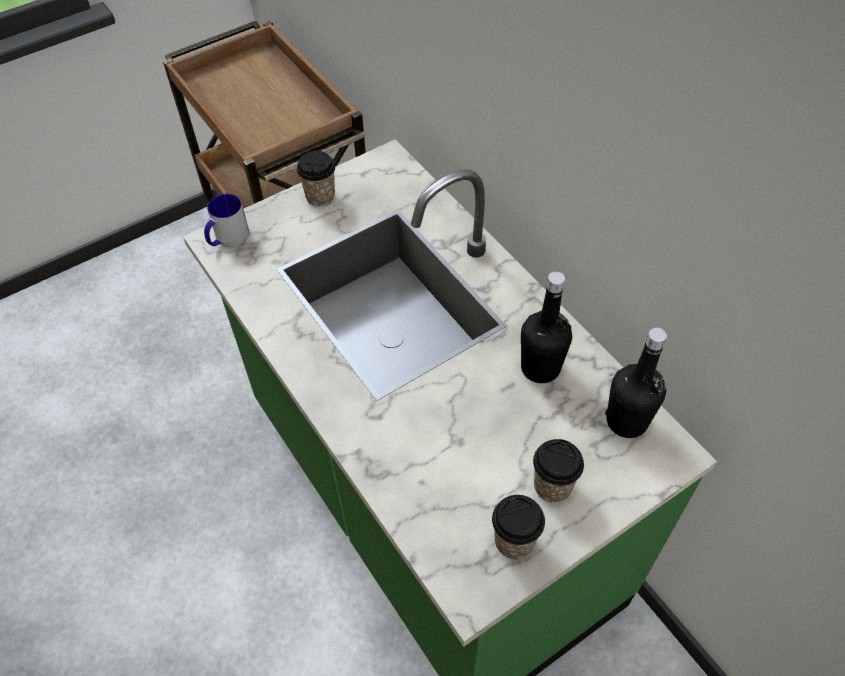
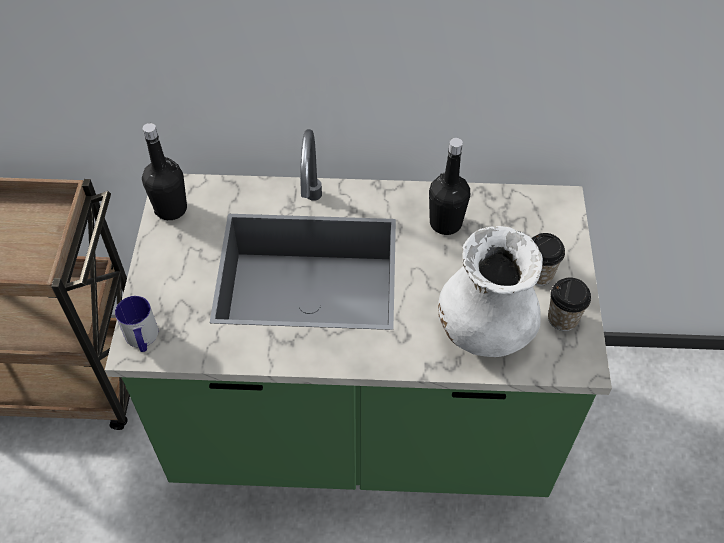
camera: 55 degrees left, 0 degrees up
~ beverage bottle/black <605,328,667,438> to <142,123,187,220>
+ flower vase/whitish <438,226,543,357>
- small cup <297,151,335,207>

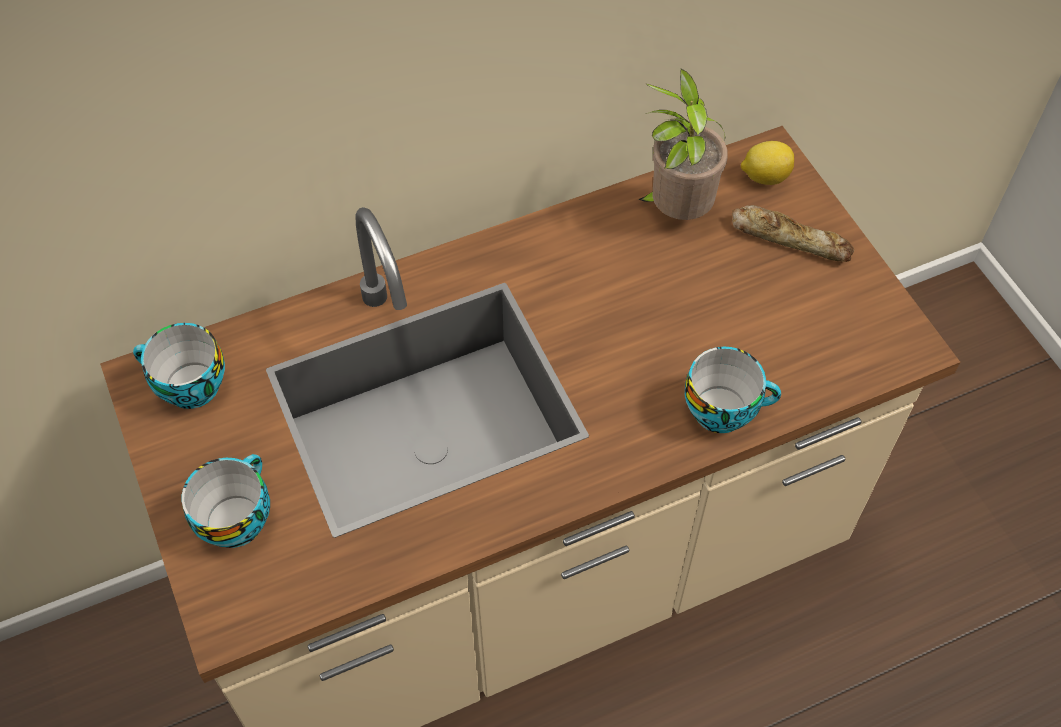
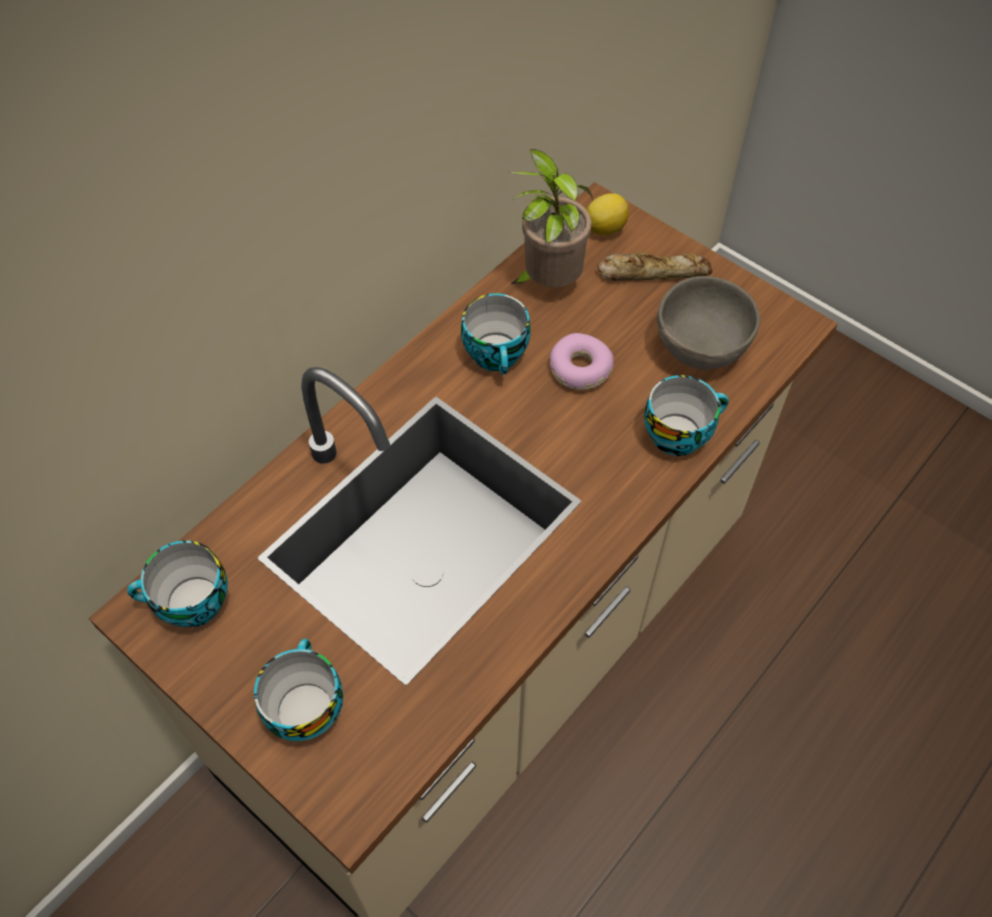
camera: 25 degrees left, 0 degrees up
+ small cup <461,293,531,375>
+ donut <550,333,614,390>
+ deep dish/greyish <657,276,760,370>

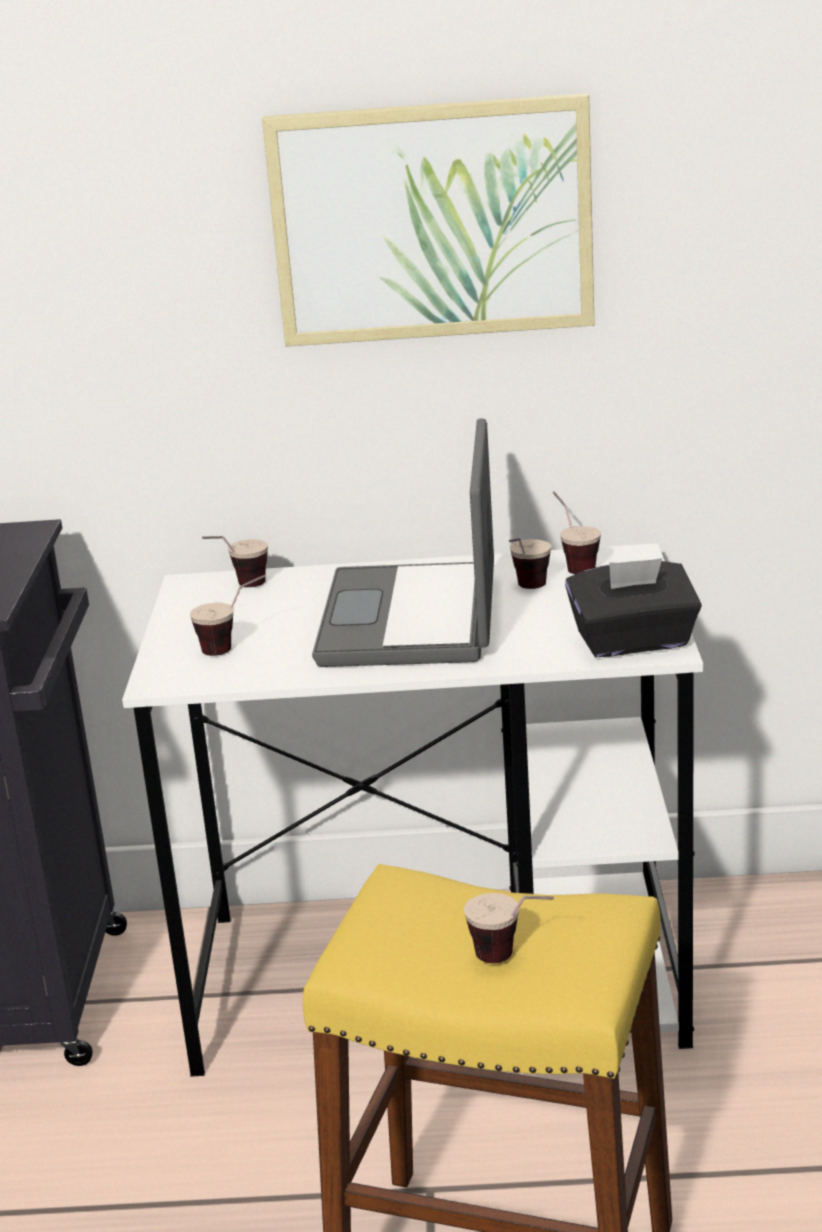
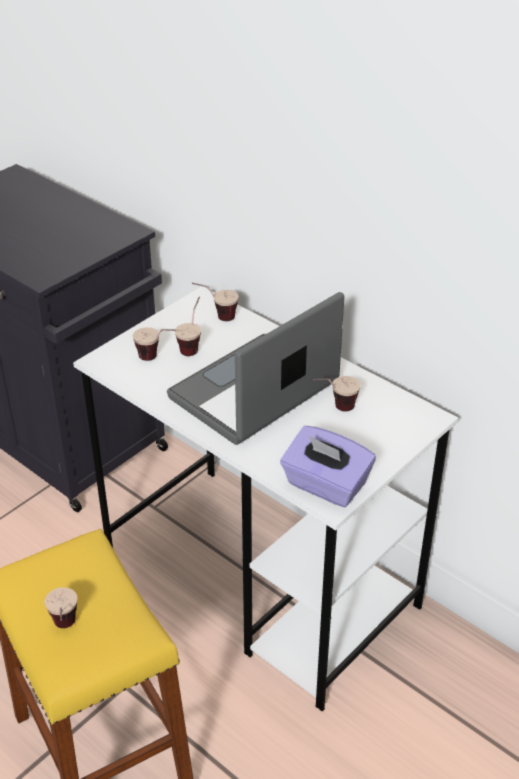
camera: 40 degrees right, 15 degrees up
~ small cup <553,491,601,574> to <175,297,201,356>
~ tissue holder/black <565,558,702,657> to tissue holder/purple <280,426,376,507>
- picture <262,93,595,347>

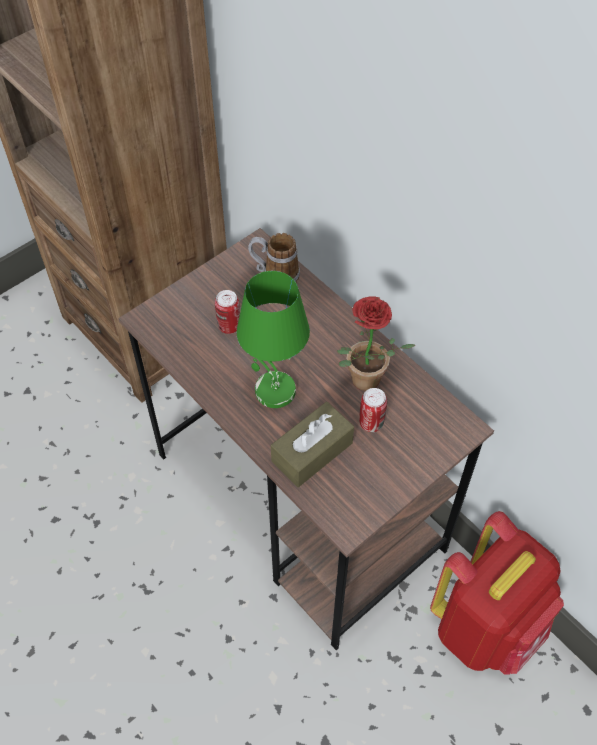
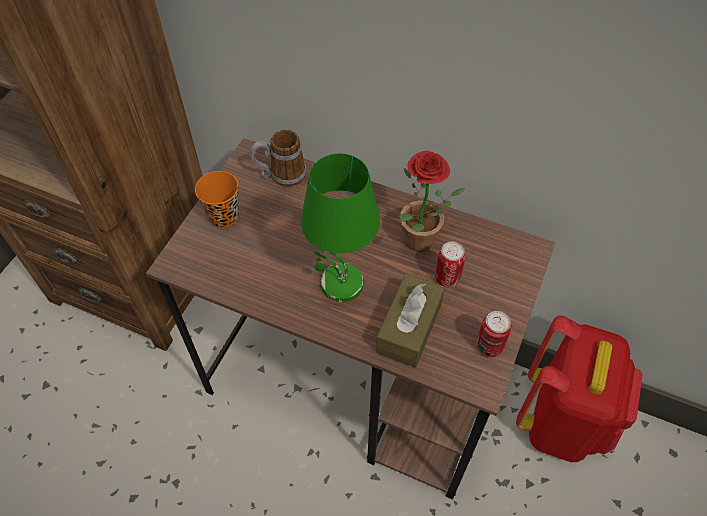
camera: 25 degrees left, 0 degrees up
+ small cup/orangey <195,171,239,228>
~ can <215,290,240,334> to <477,311,512,357>

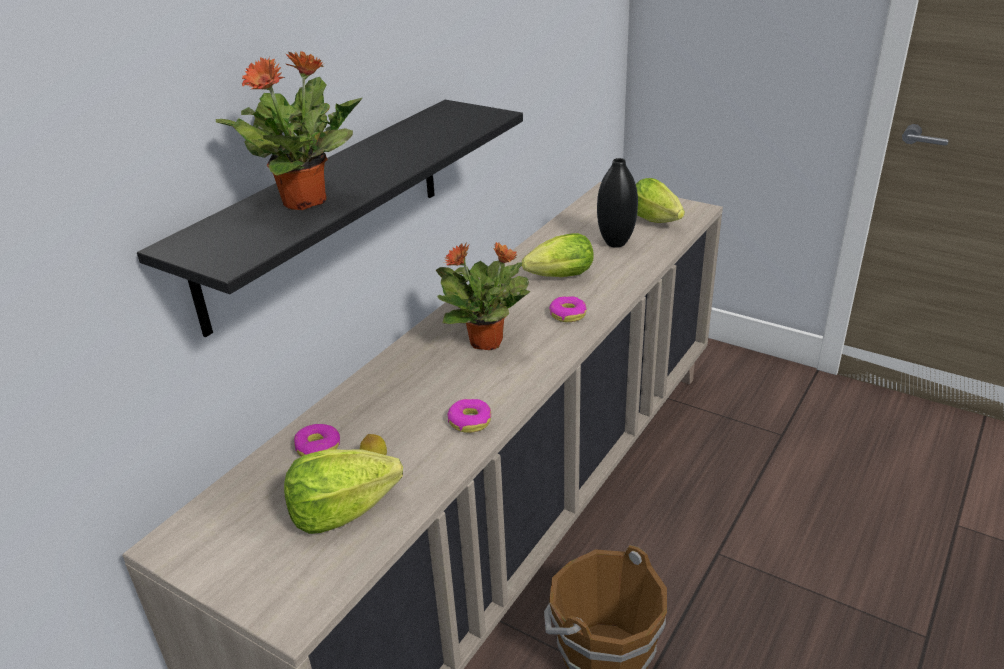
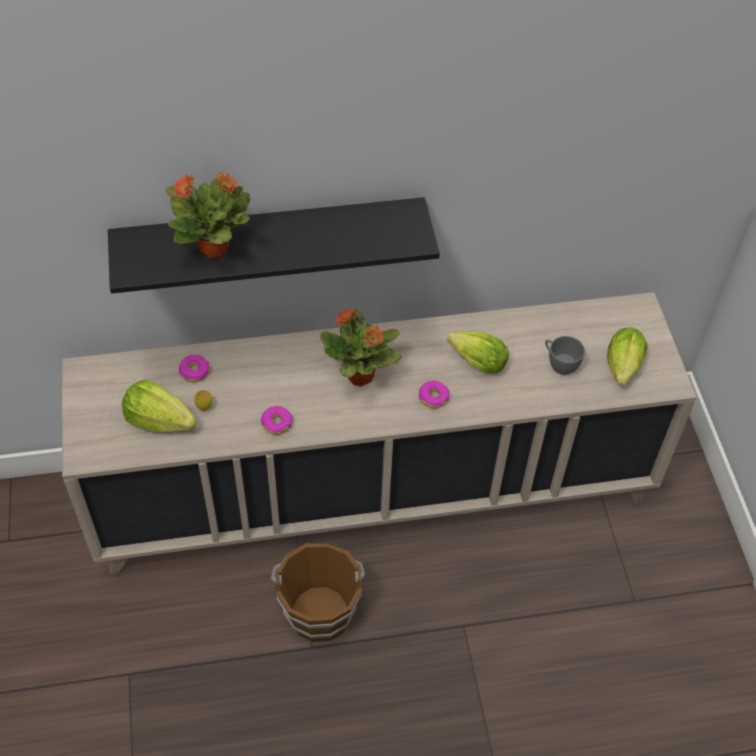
camera: 45 degrees right, 20 degrees up
~ flower vase/black <597,158,638,248> to small cup/greyish <545,336,585,375>

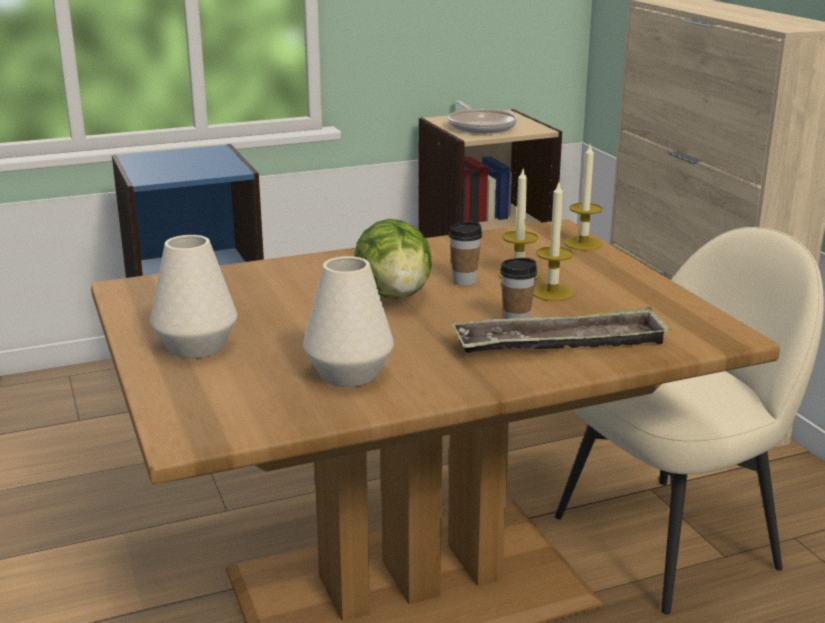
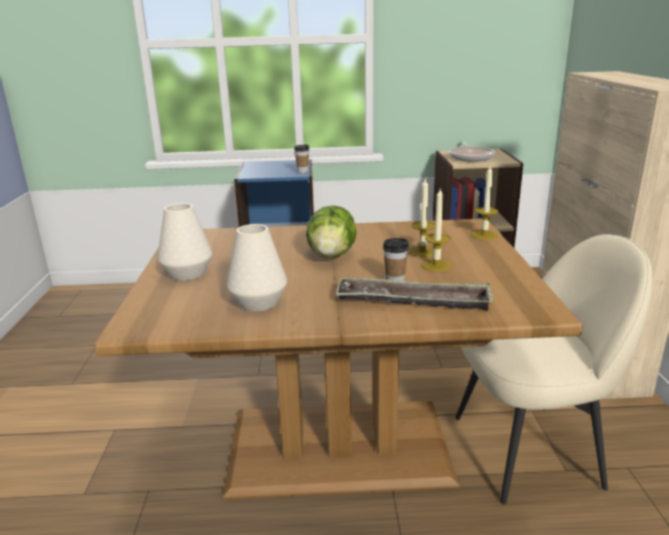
camera: 20 degrees right, 0 degrees up
~ small cup <449,222,482,286> to <294,144,309,173>

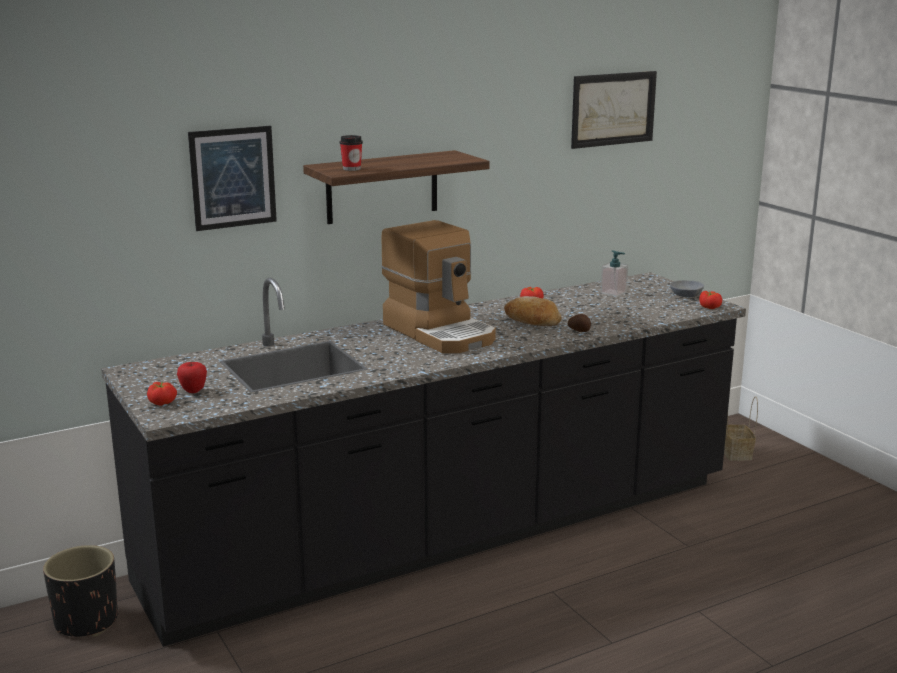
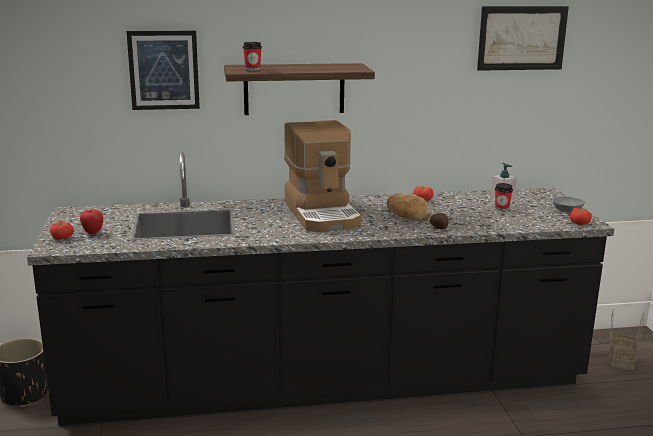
camera: 20 degrees right, 0 degrees up
+ small cup <495,183,513,211>

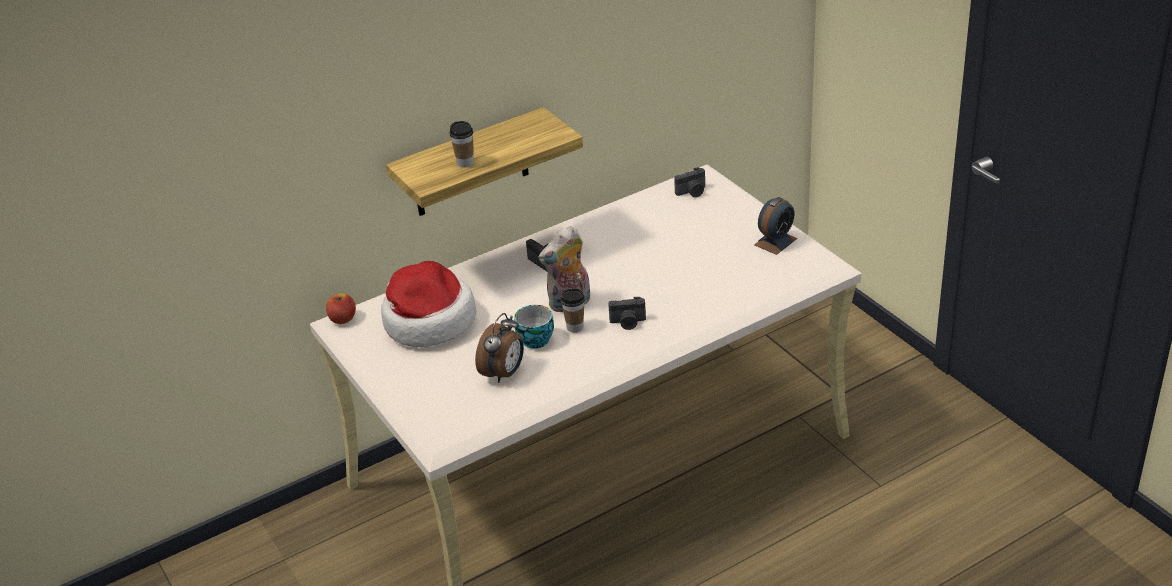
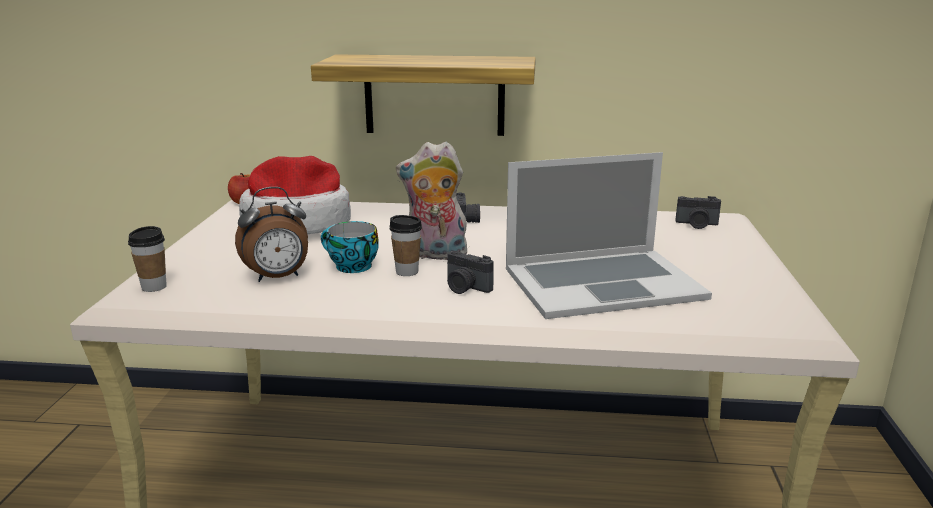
camera: 35 degrees right, 15 degrees down
~ small cup <450,121,474,168> to <128,226,167,292>
+ laptop <506,152,712,319>
- table clock <754,197,797,255>

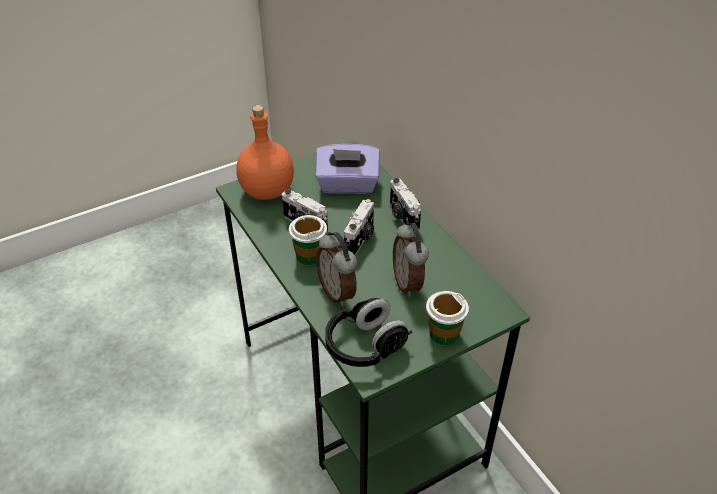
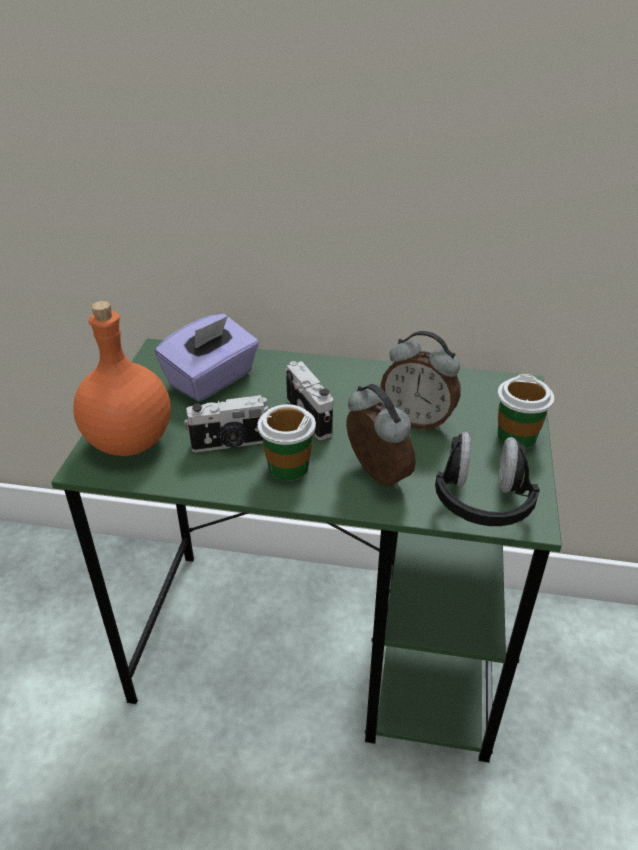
camera: 50 degrees left, 5 degrees down
~ table clock <316,232,357,306> = <346,384,416,489> 135 degrees counterclockwise
- photo camera <390,178,421,230>

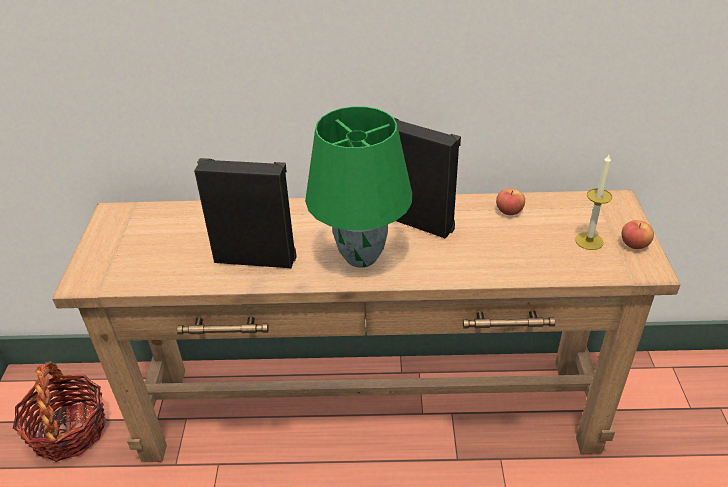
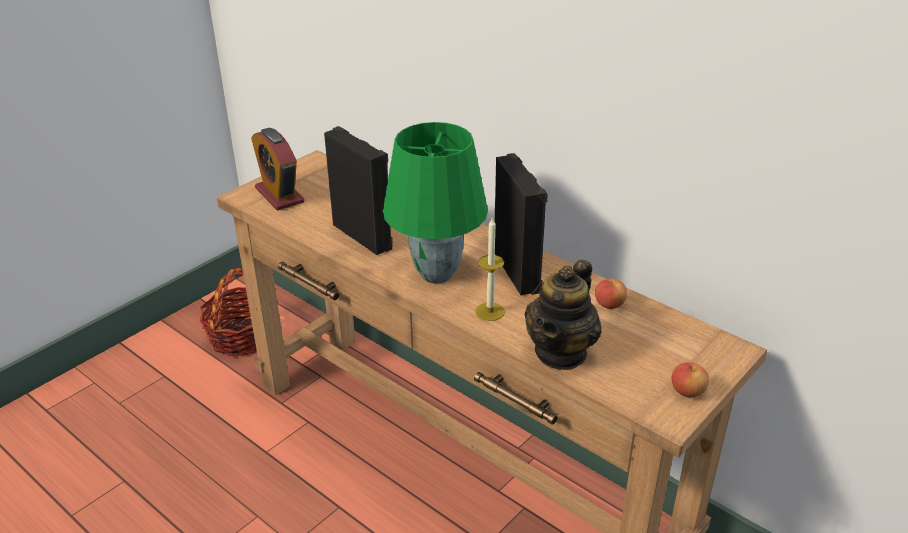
camera: 40 degrees right, 5 degrees down
+ table clock <251,128,304,211>
~ wax light <575,155,612,250> to <475,218,505,321>
+ teapot <524,259,602,370>

